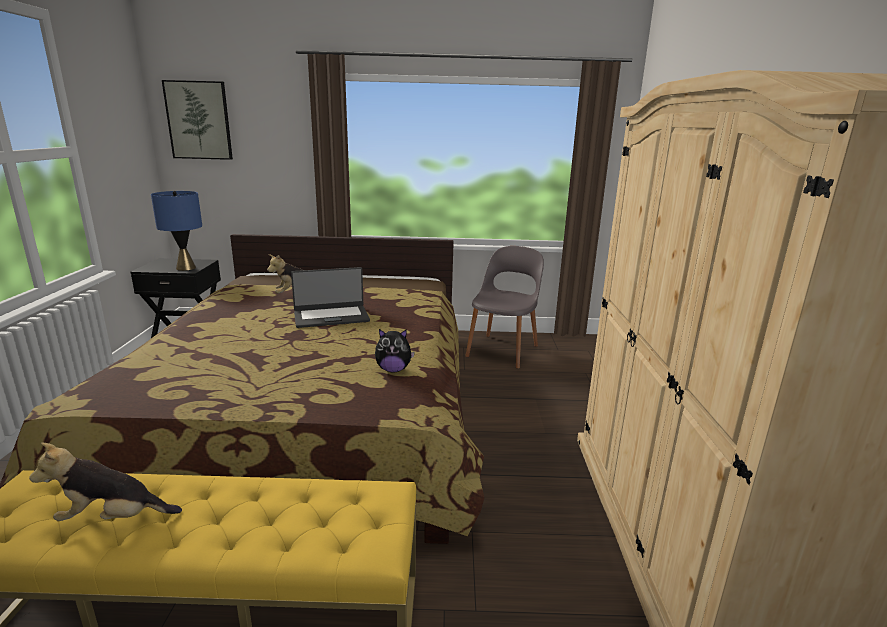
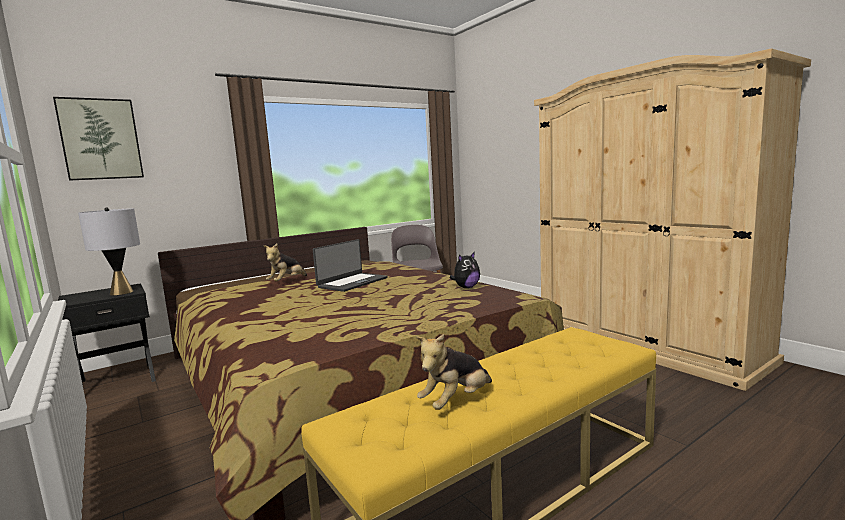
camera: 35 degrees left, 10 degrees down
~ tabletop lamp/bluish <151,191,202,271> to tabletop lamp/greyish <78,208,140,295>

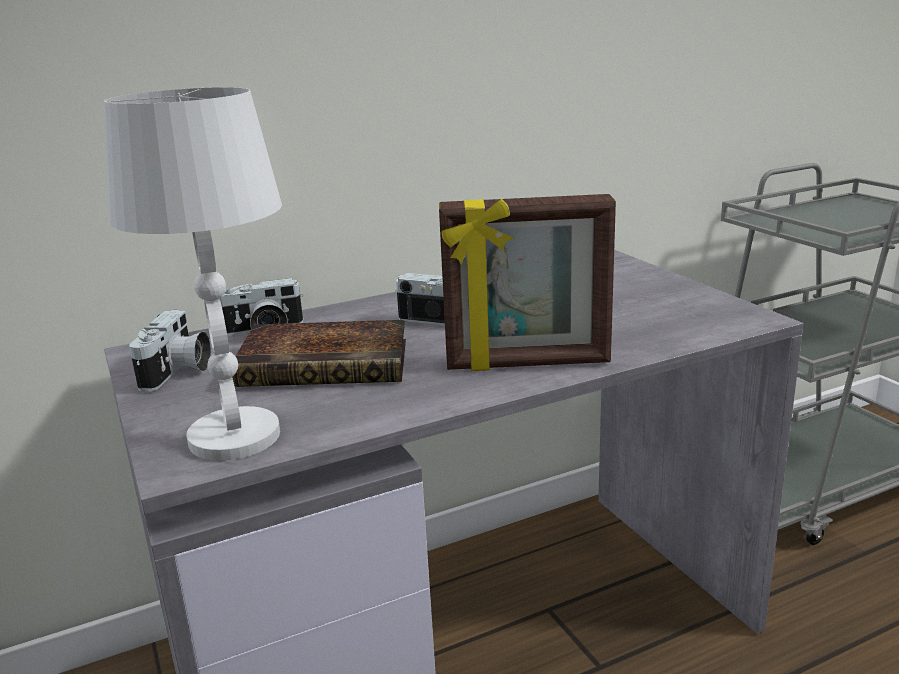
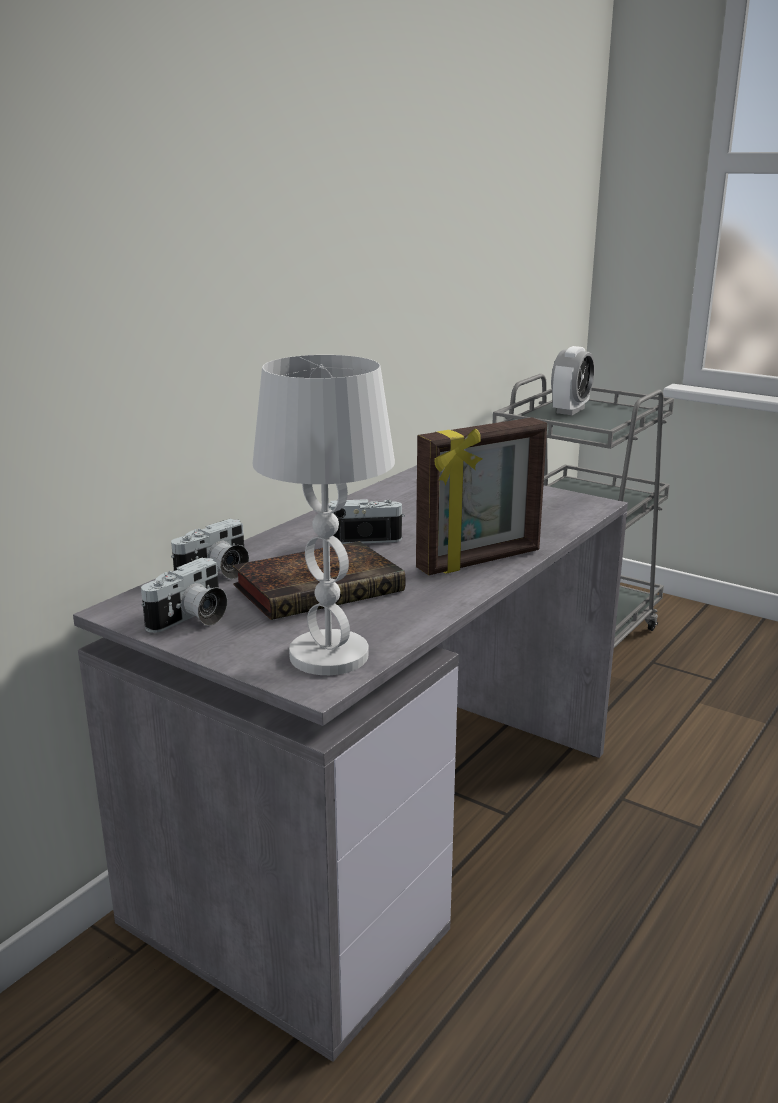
camera: 30 degrees left, 0 degrees up
~ photo camera <129,310,211,392> = <141,558,227,633> 60 degrees clockwise
+ table clock <551,346,595,415>

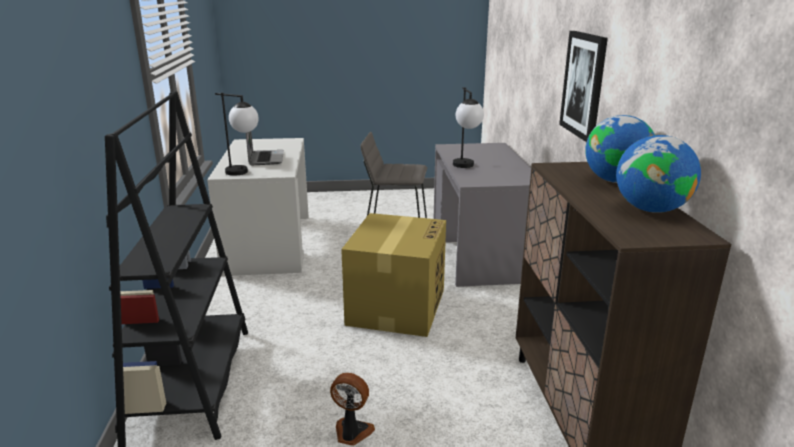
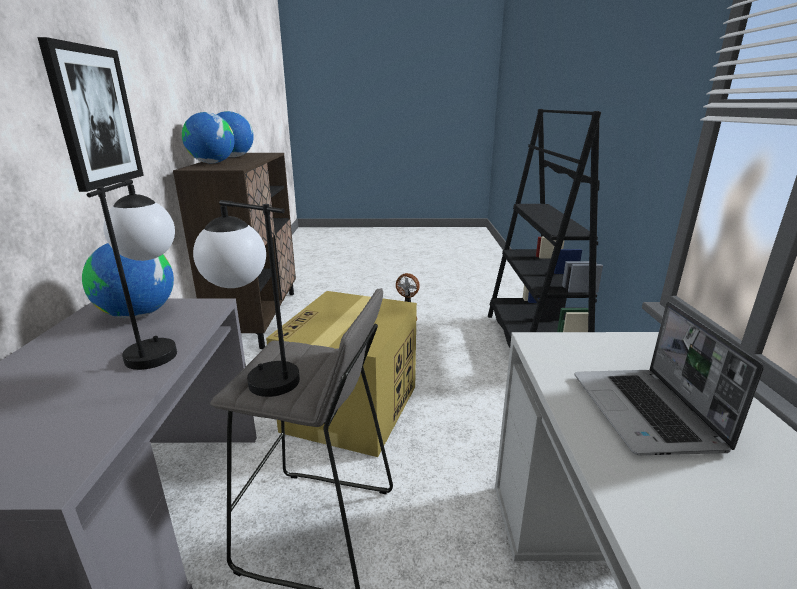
camera: 175 degrees left, 0 degrees up
+ world globe <82,243,174,318>
~ tabletop lamp <215,93,259,176> to <193,200,300,397>

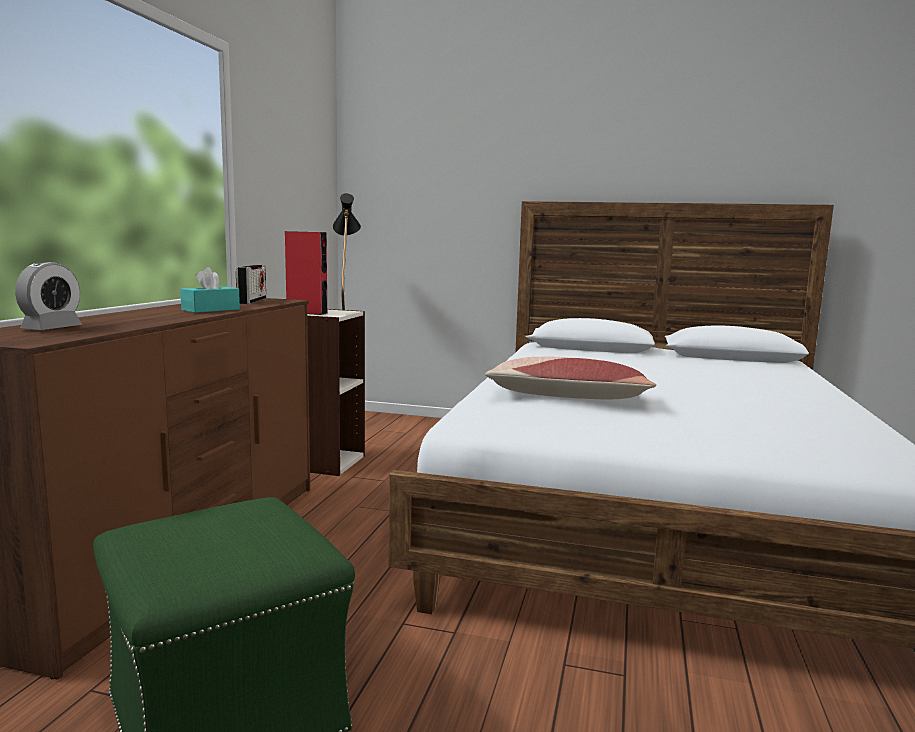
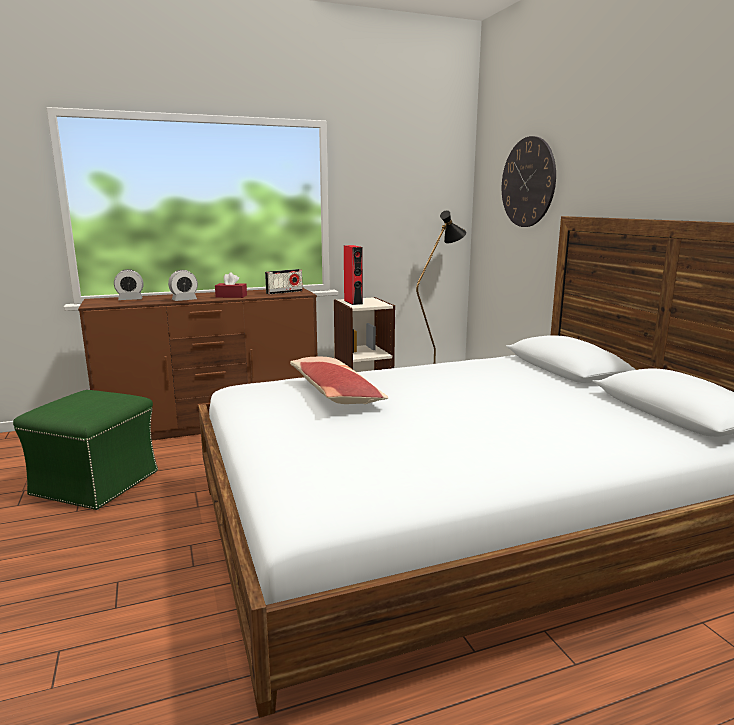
camera: 55 degrees right, 5 degrees up
+ table clock <168,270,198,301>
~ tissue holder/turquoise-coloured <180,267,240,313> to tissue holder/reddish <215,272,247,298>
+ wall clock <502,136,556,227>

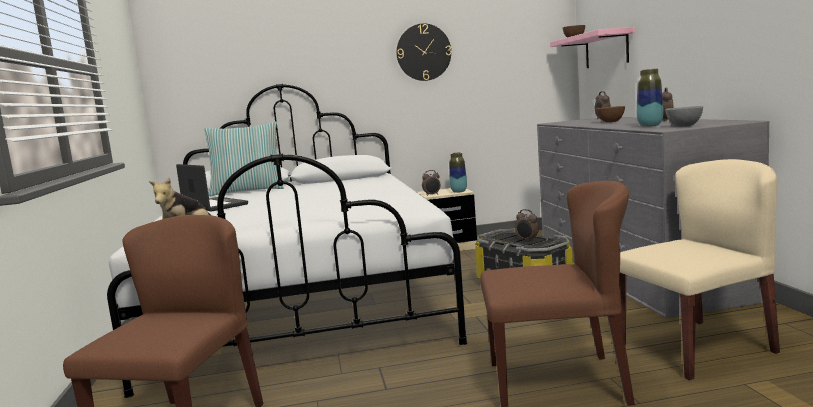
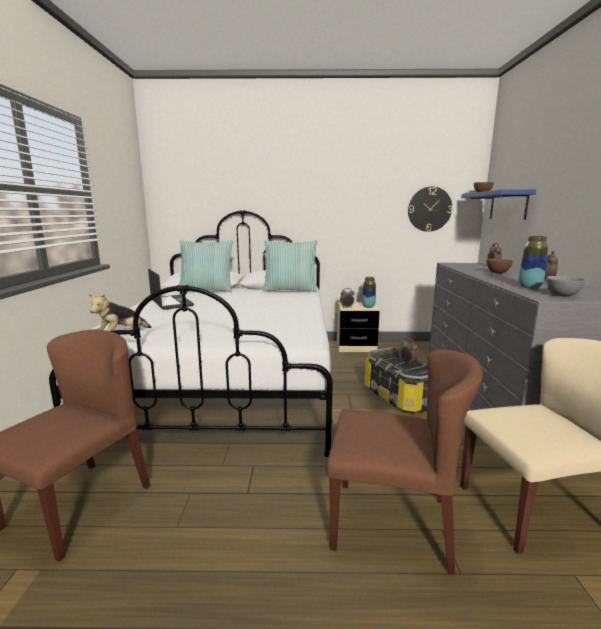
camera: 10 degrees right, 5 degrees up
+ throw pillow <263,240,318,292>
~ wall clock <396,24,451,81> to <408,186,452,232>
~ wall shelf/pinkish <550,27,635,68> to wall shelf/bluish <461,189,536,220>

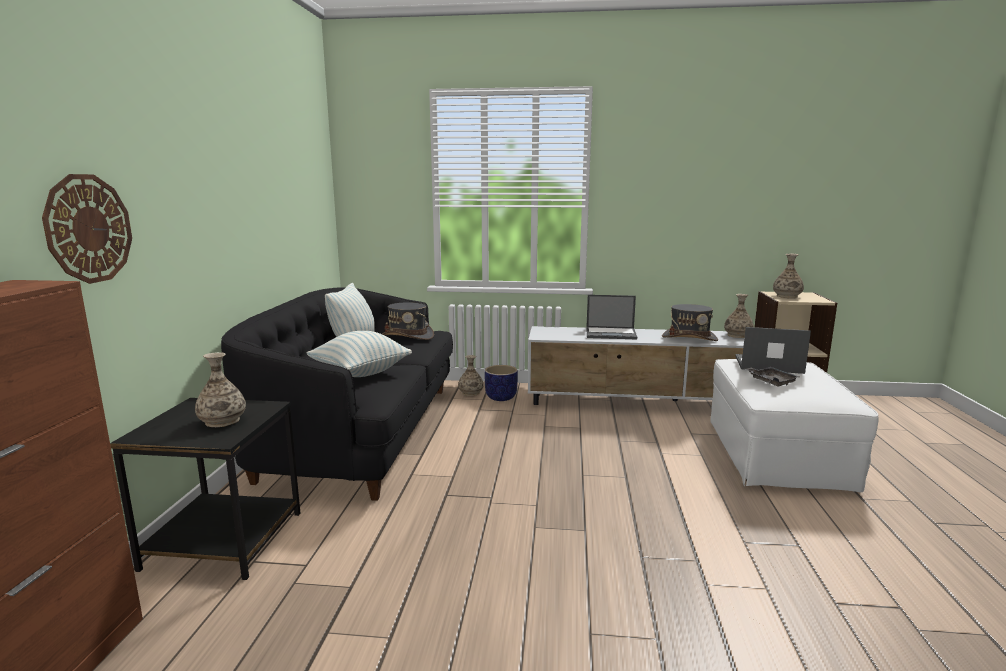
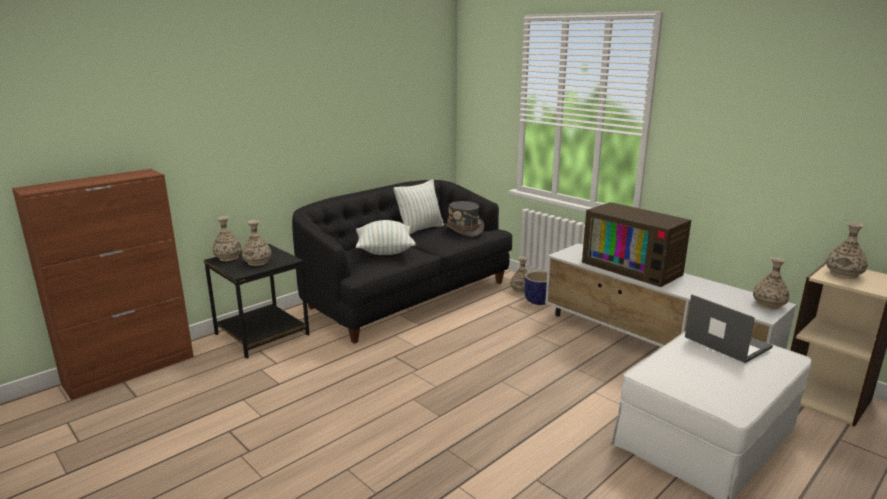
camera: 40 degrees right, 5 degrees up
+ flower vase <212,216,242,261>
~ laptop <586,295,637,340> to TV <582,202,691,287>
- wall clock <42,174,132,284>
- clothing hat/greyish <662,304,718,341>
- carrying tray/greyish <746,367,799,386>

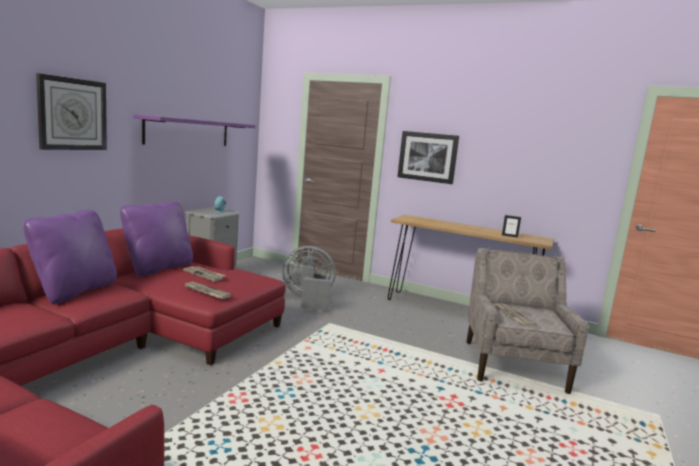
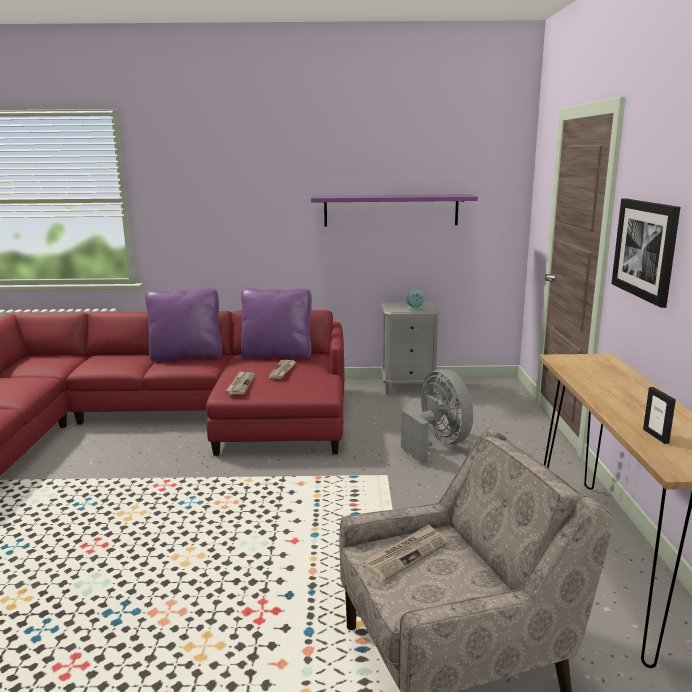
camera: 65 degrees right, 5 degrees up
- wall clock <36,73,107,150>

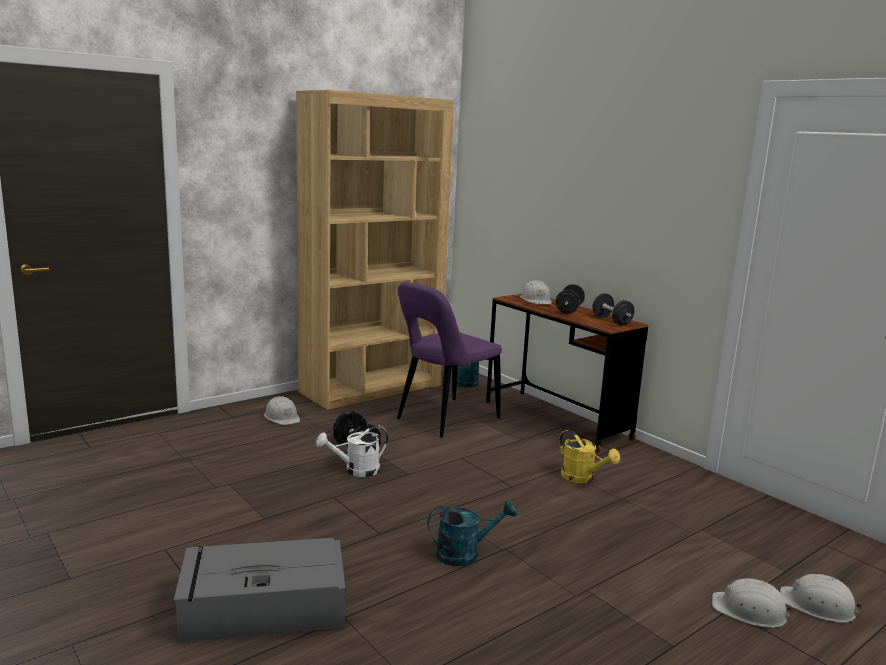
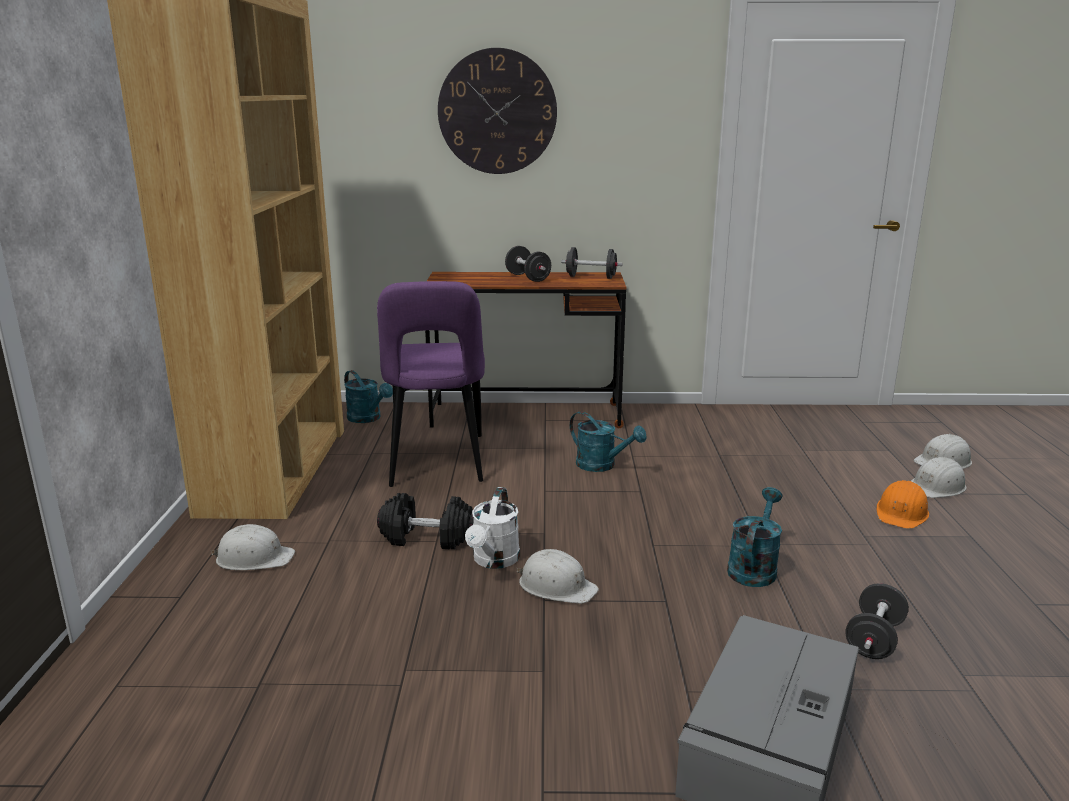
camera: 50 degrees left, 5 degrees up
+ wall clock <438,48,557,174>
~ hard hat/whitish <520,280,552,304> to <517,549,599,604>
+ sprinkling can/turquoise-coloured <570,411,647,472>
+ hand weight/black <845,583,909,659>
+ hard hat/orangey <877,480,929,529>
- sprinkling can/yellowish <559,430,620,483>

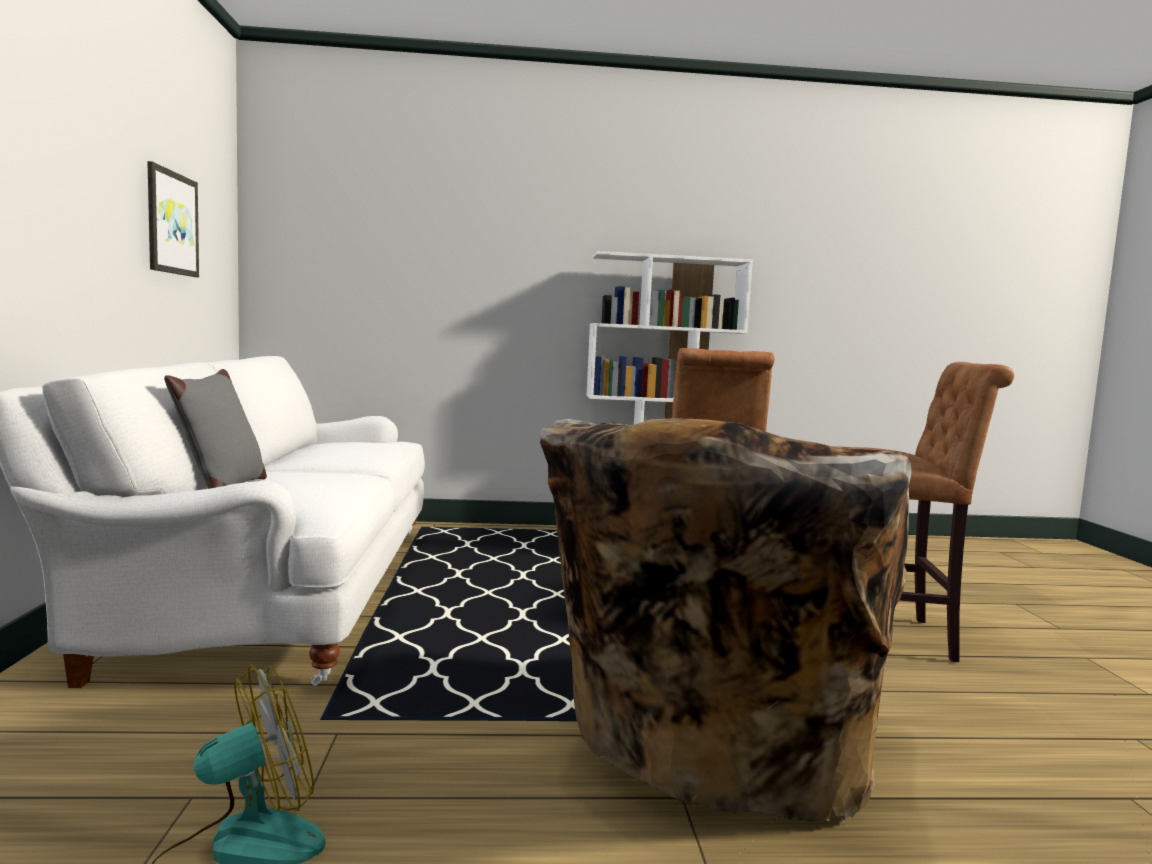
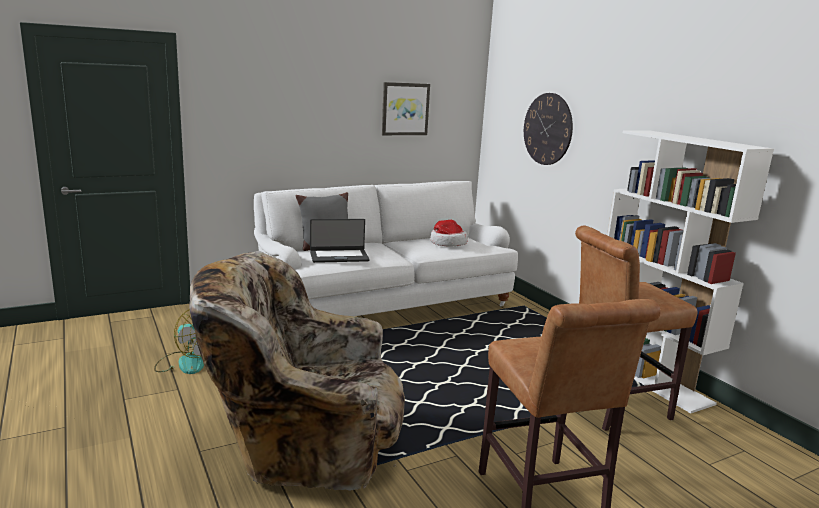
camera: 65 degrees right, 10 degrees up
+ laptop <310,219,370,263>
+ clothing hat <430,220,468,246>
+ wall clock <524,93,573,165>

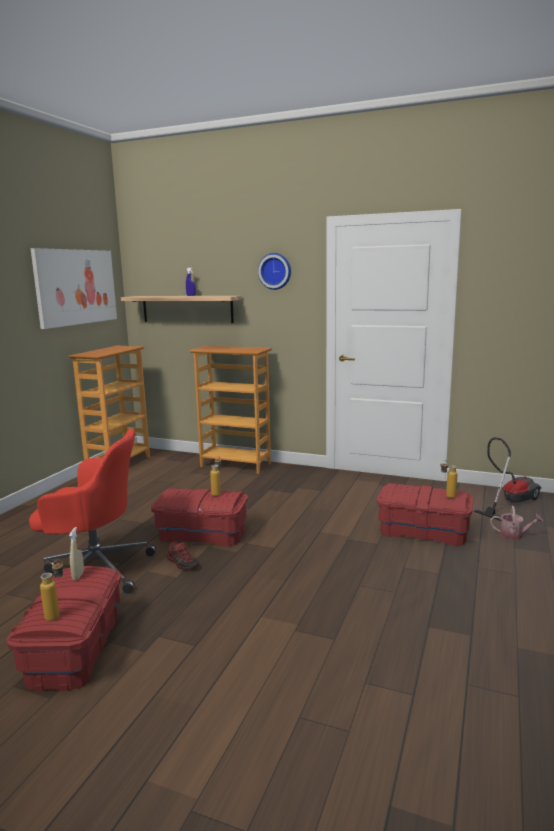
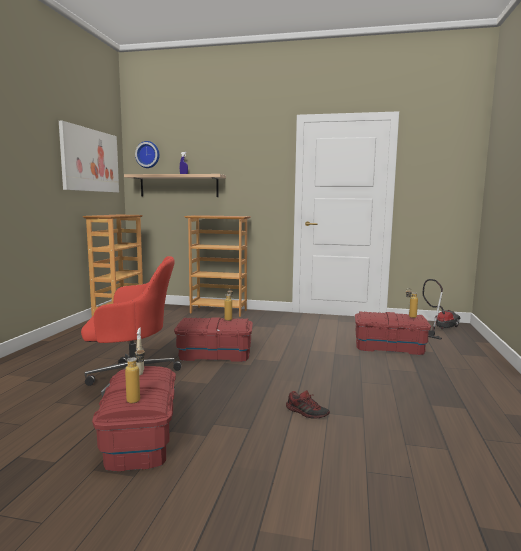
camera: 10 degrees left, 5 degrees down
~ wall clock <258,253,291,290> to <135,141,160,168>
~ low shoe <167,542,199,569> to <286,390,330,419>
- sprinkling can <490,506,543,540>

